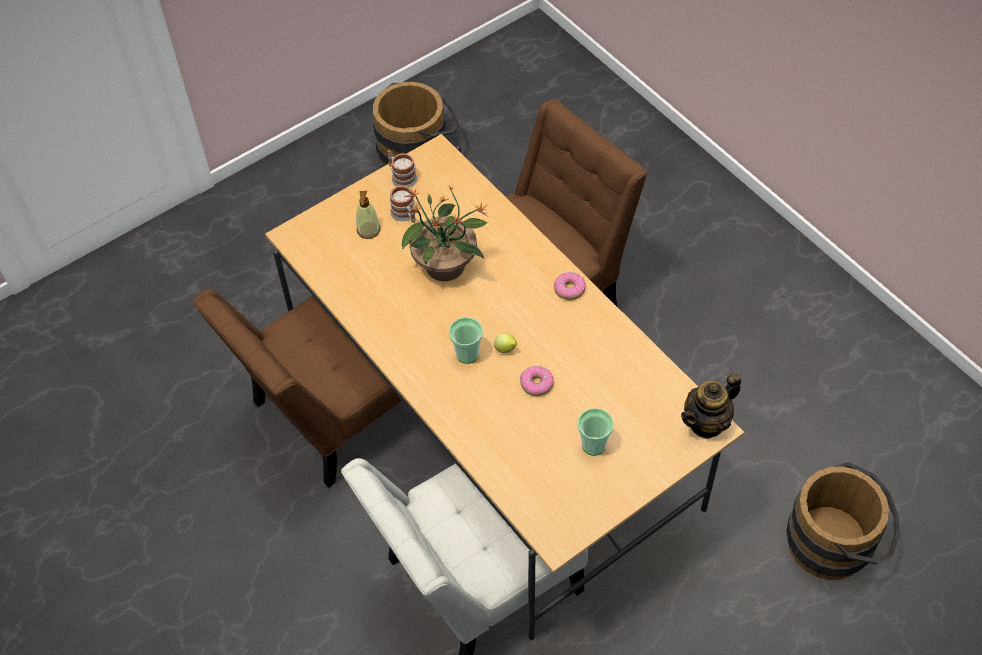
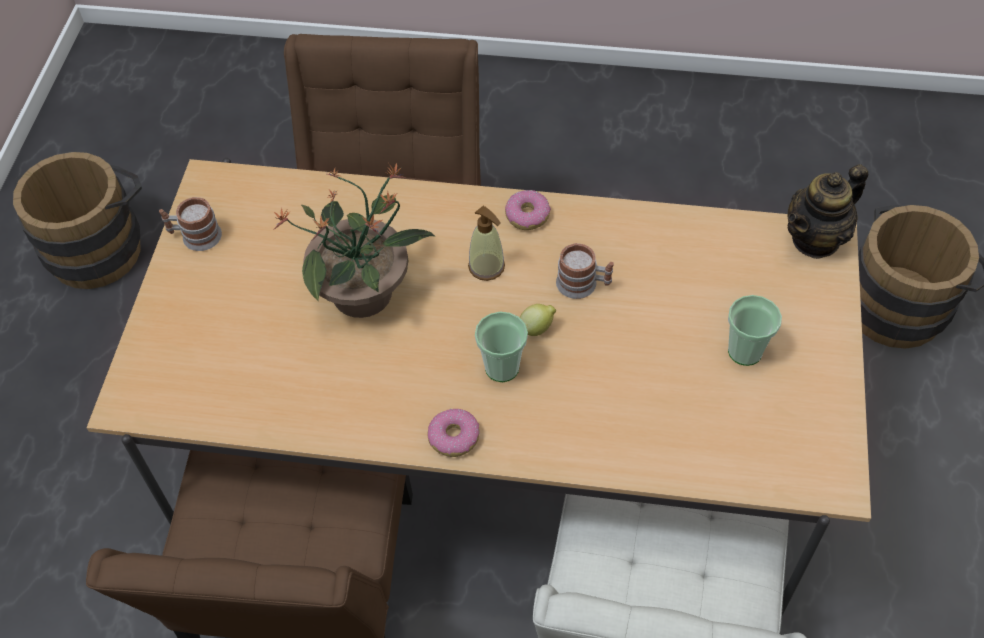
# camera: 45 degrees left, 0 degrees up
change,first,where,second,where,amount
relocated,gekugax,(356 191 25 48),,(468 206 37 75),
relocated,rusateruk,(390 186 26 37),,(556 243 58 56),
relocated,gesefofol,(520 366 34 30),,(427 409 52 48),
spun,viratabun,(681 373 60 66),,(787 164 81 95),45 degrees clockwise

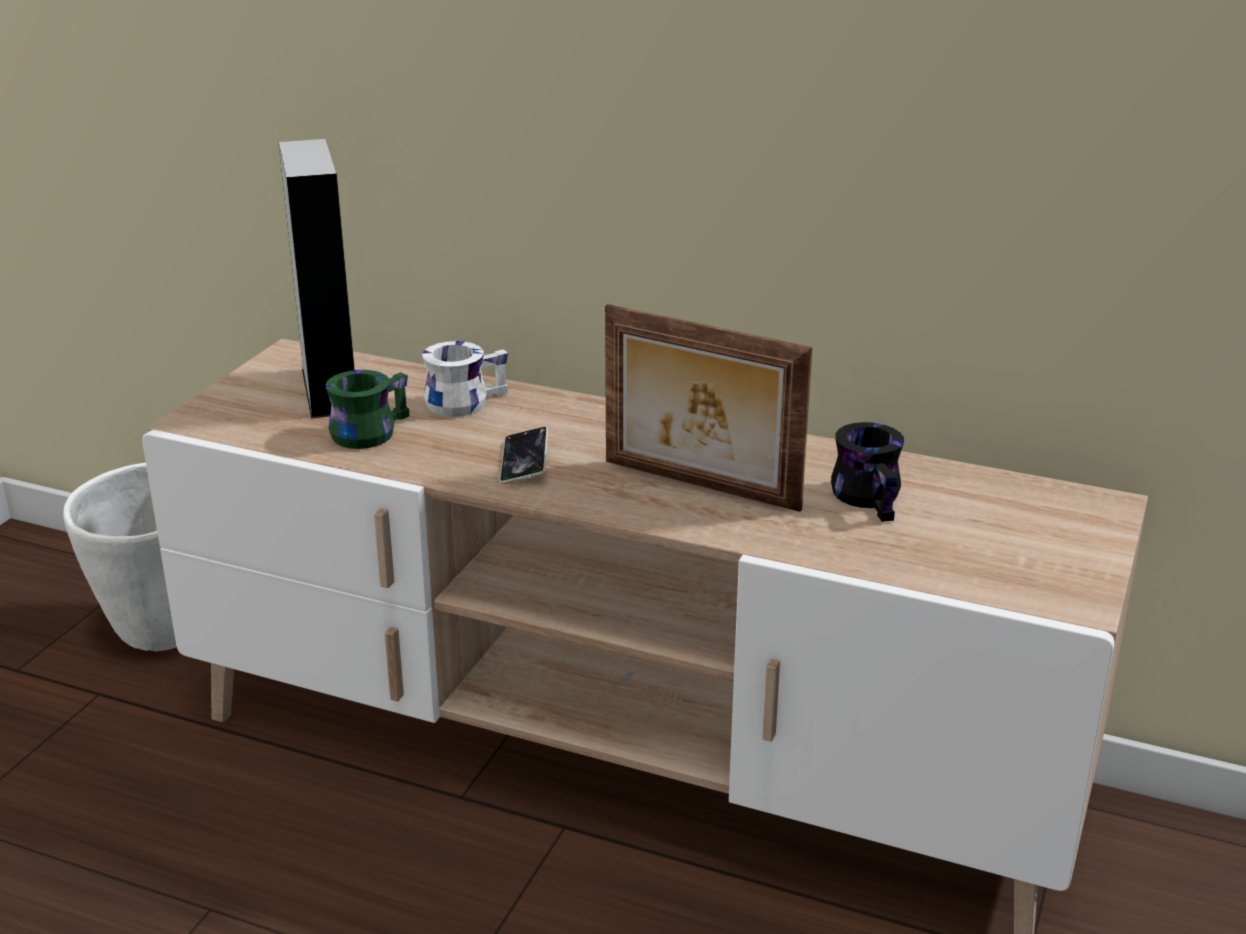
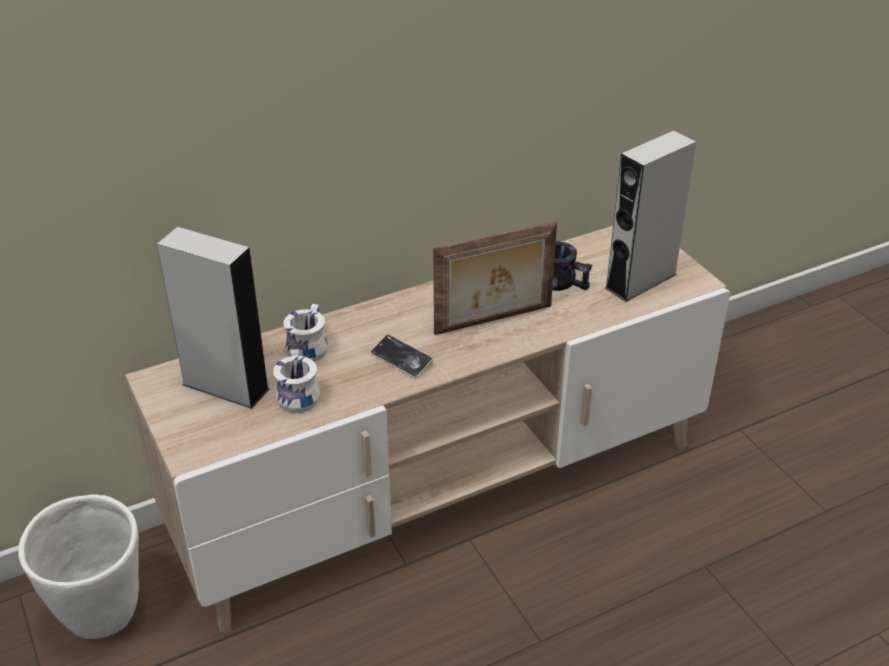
# camera: 50 degrees left, 10 degrees up
change,first,where,second,where,amount
colour,green_rusateruk,(326 370 83 79),white_rusateruk,(273 349 47 64),
appeared,,,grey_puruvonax,(605 130 91 172),

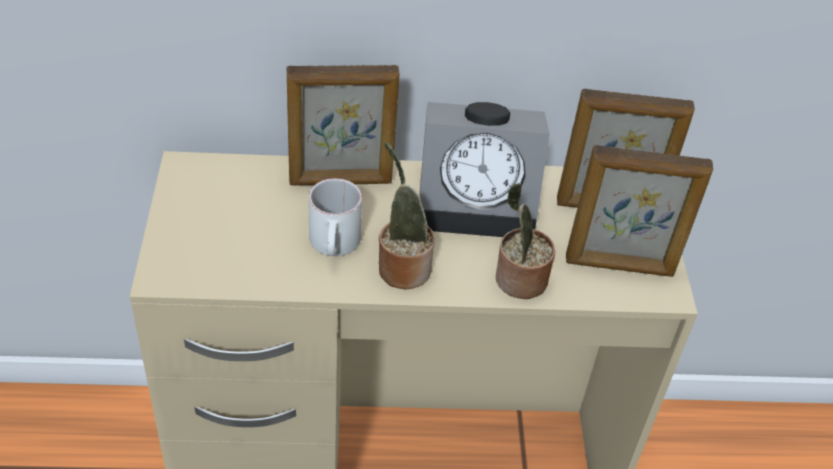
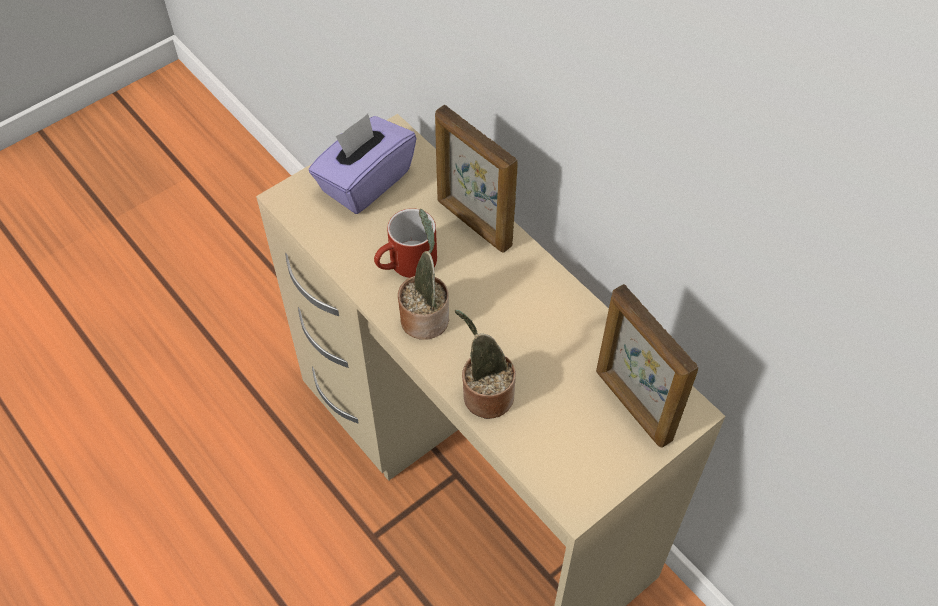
# camera: 55 degrees right, 10 degrees up
change,first,where,second,where,amount
colour,white_rusateruk,(308 178 54 78),red_rusateruk,(374 208 63 70),
missing,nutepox,(419 102 131 135),,,
missing,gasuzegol,(566 145 147 132),,,
appeared,,,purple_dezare,(309 114 108 100),

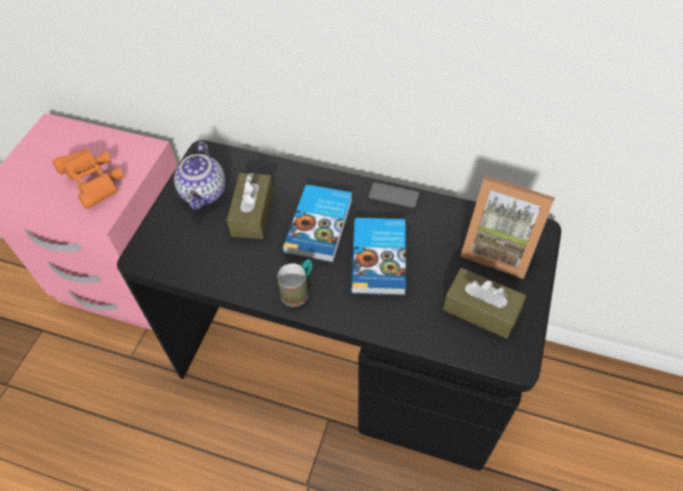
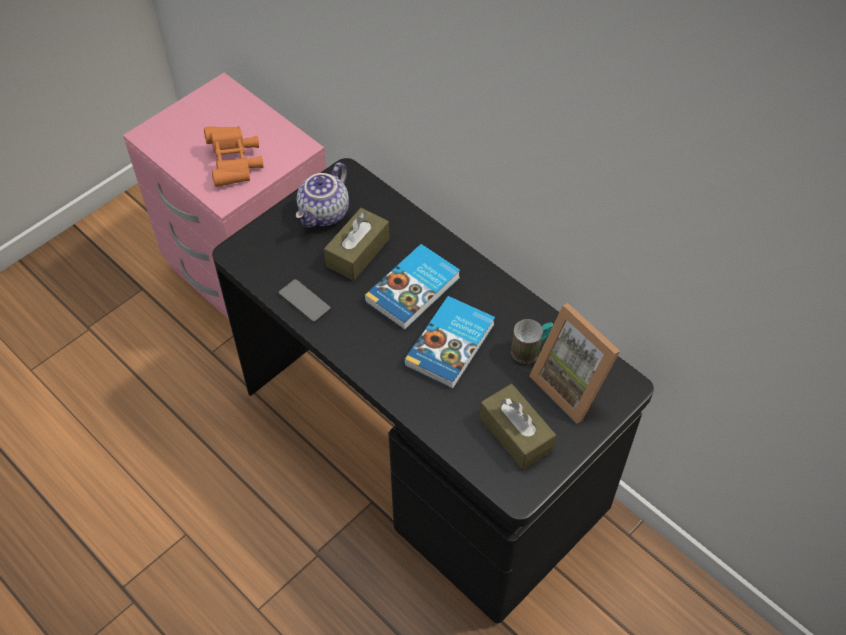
# camera: 25 degrees right, 0 degrees up
change,first,where,second,where,amount
relocated,rusateruk,(277 259 36 48),,(511 319 42 45),
relocated,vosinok,(368 182 52 27),,(278 279 53 44),

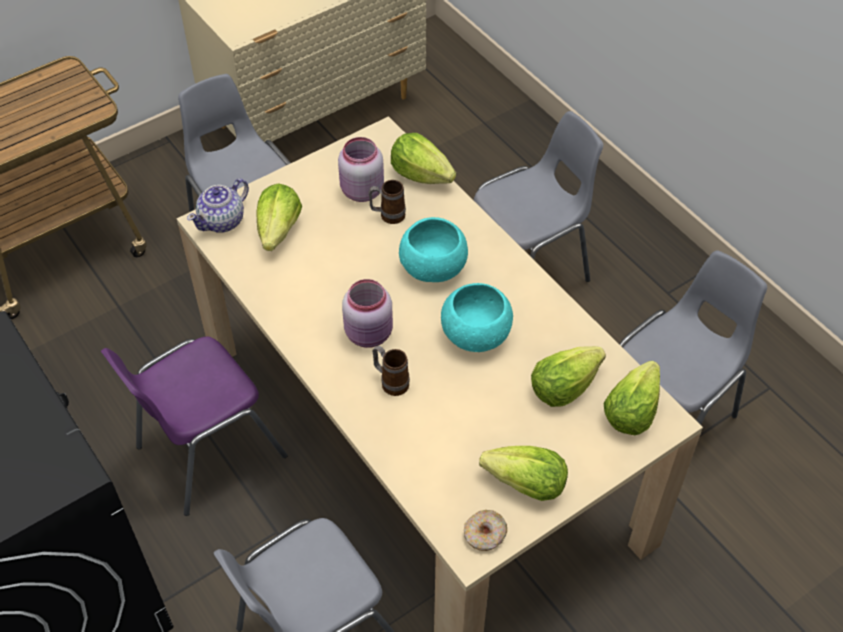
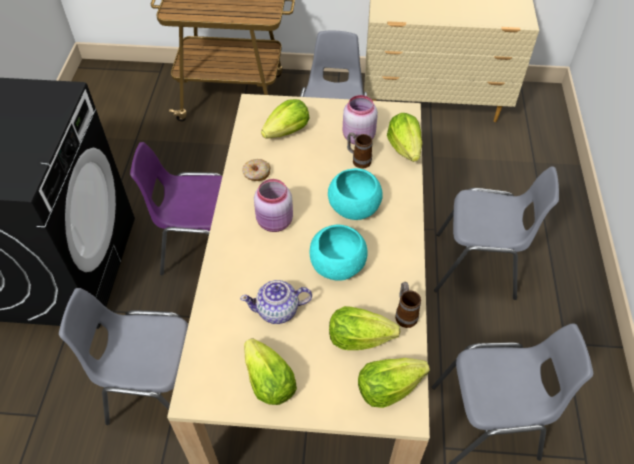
# camera: 40 degrees right, 0 degrees up
change,first,where,second,where,amount
relocated,viratabun,(187 179 62 54),,(240 280 72 44),
relocated,rusateruk,(372 346 38 50),,(395 282 26 46),
relocated,gesefofol,(464 510 43 41),,(242 159 29 22),

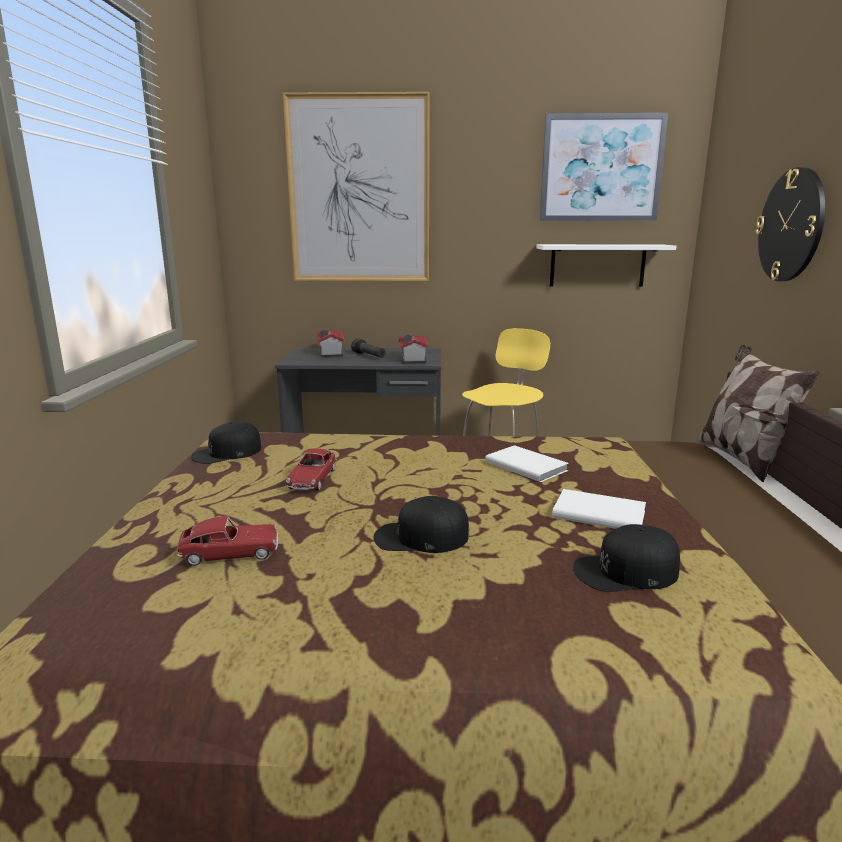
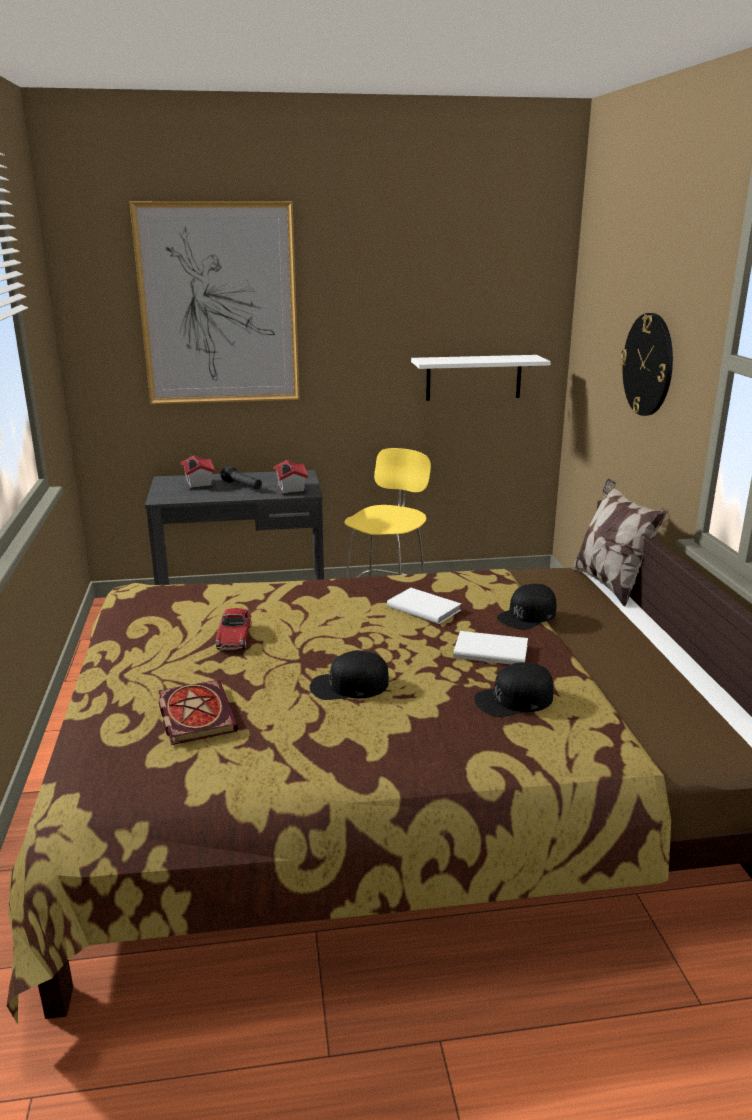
# camera: 10 degrees left, 5 degrees up
change,first,where,second,where,amount
exchanged,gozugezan,(177 516 101 50),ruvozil,(158 680 80 65),
relocated,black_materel,(191 422 70 42),,(497 584 59 45),
missing,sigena,(540 113 129 108),,,

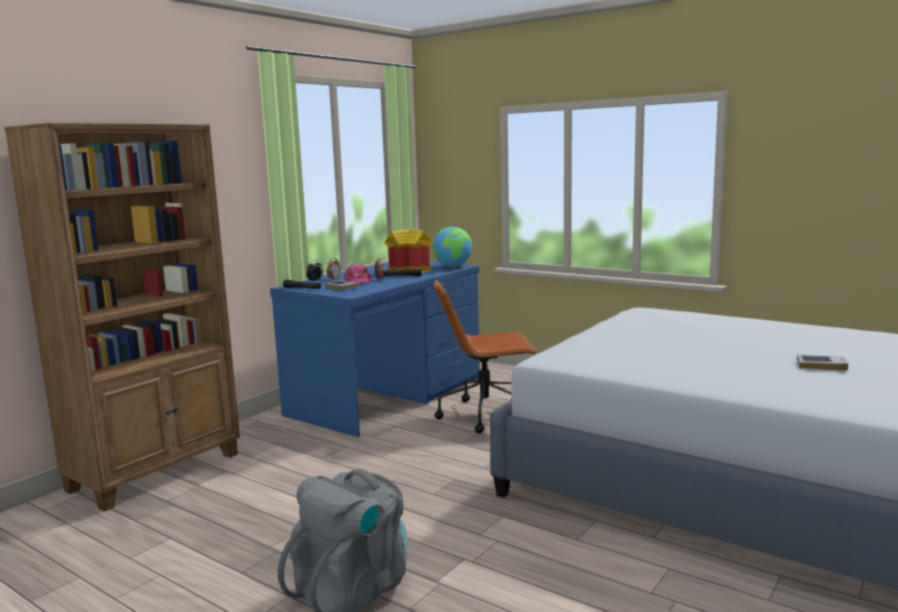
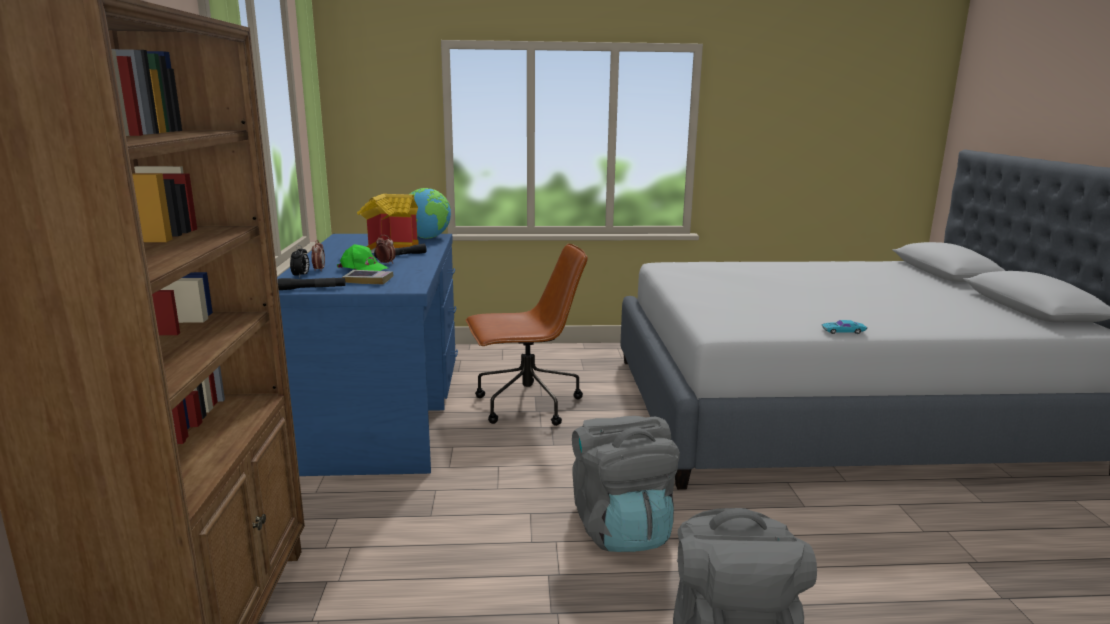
# camera: 40 degrees left, 5 degrees up
change,first,where,second,where,amount
colour,pink_materel,(344 263 28 20),green_materel,(337 244 52 27),
spun,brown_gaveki,(434 280 104 153),,(466 244 122 182),150 degrees counterclockwise
missing,ruvozil,(797 354 52 17),,,
appeared,,,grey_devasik,(572 416 108 136),
appeared,,,turquoise_gozugezan,(822 320 45 14),

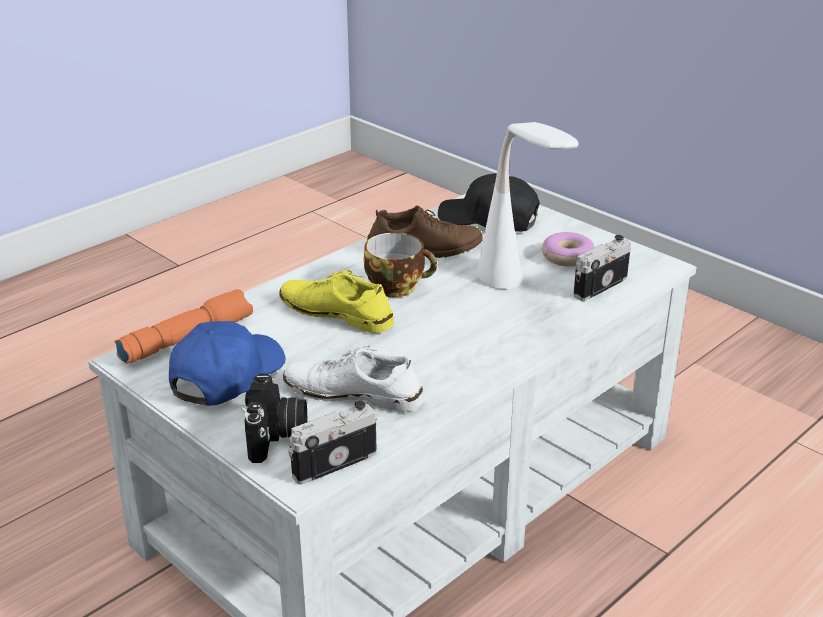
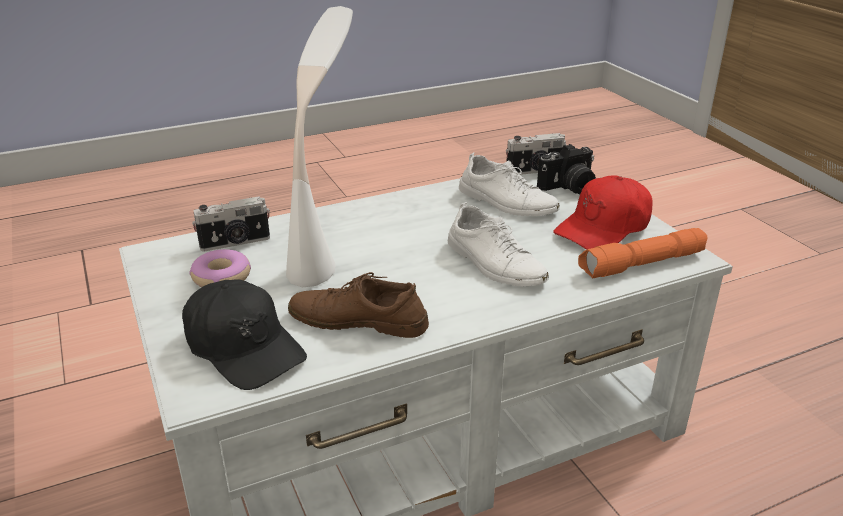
# camera: 160 degrees left, 0 degrees up
change,first,where,second,where,amount
colour,blue_materel,(169 321 116 85),red_materel,(553 175 99 75),
spun,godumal,(242 373 65 90),,(537 144 59 50),135 degrees counterclockwise
colour,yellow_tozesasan,(279 270 115 63),white_tozesasan,(448 202 101 84),
missing,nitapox,(364 232 73 65),,,

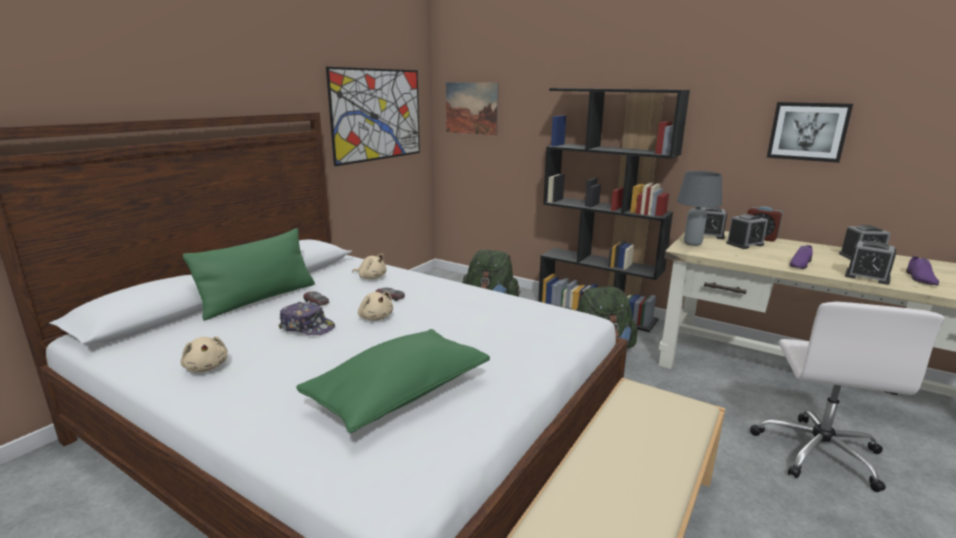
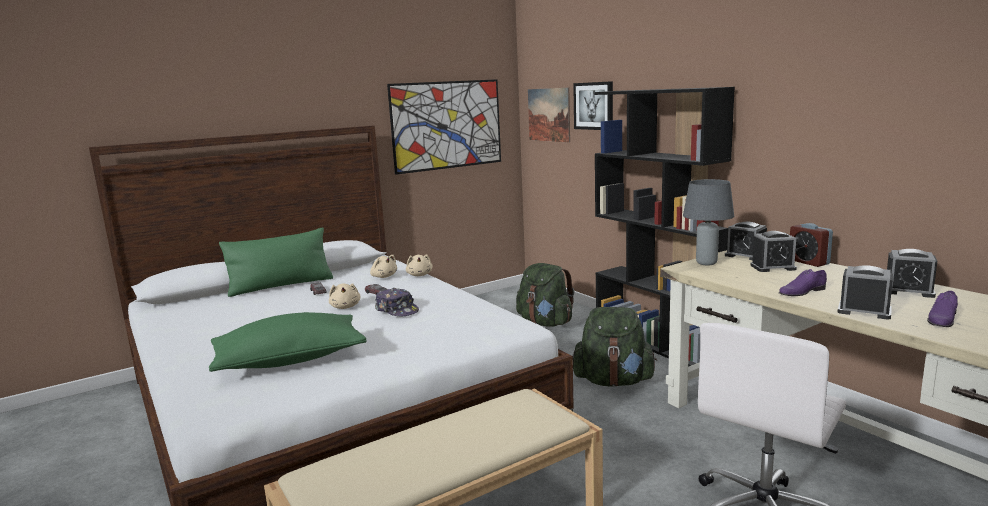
# camera: 25 degrees right, 5 degrees down
change,first,where,second,where,amount
relocated,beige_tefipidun,(180 336 48 36),,(406 254 27 22),
relocated,materel,(278 301 57 34),,(375 288 44 28),
relocated,sigena,(767 102 86 61),,(573 81 40 49),
spun,nutepox,(845 241 51 44),,(838 265 55 55),150 degrees clockwise

